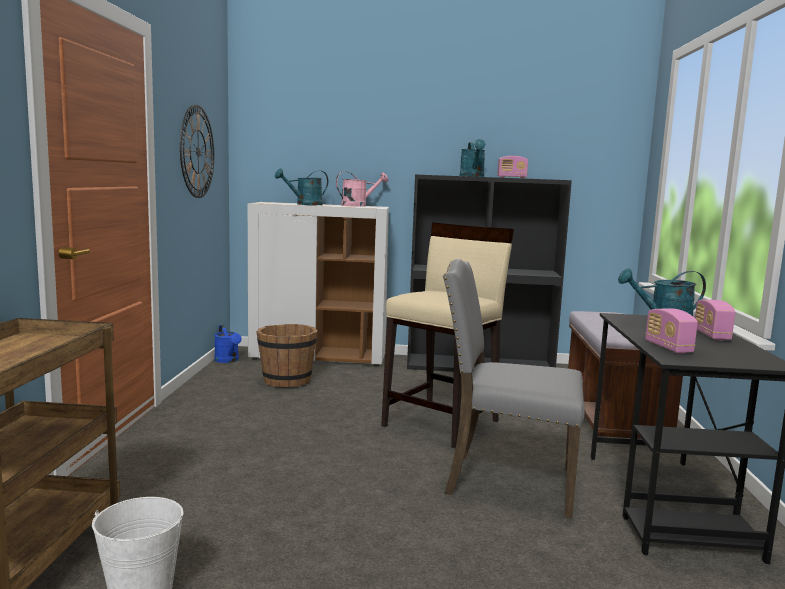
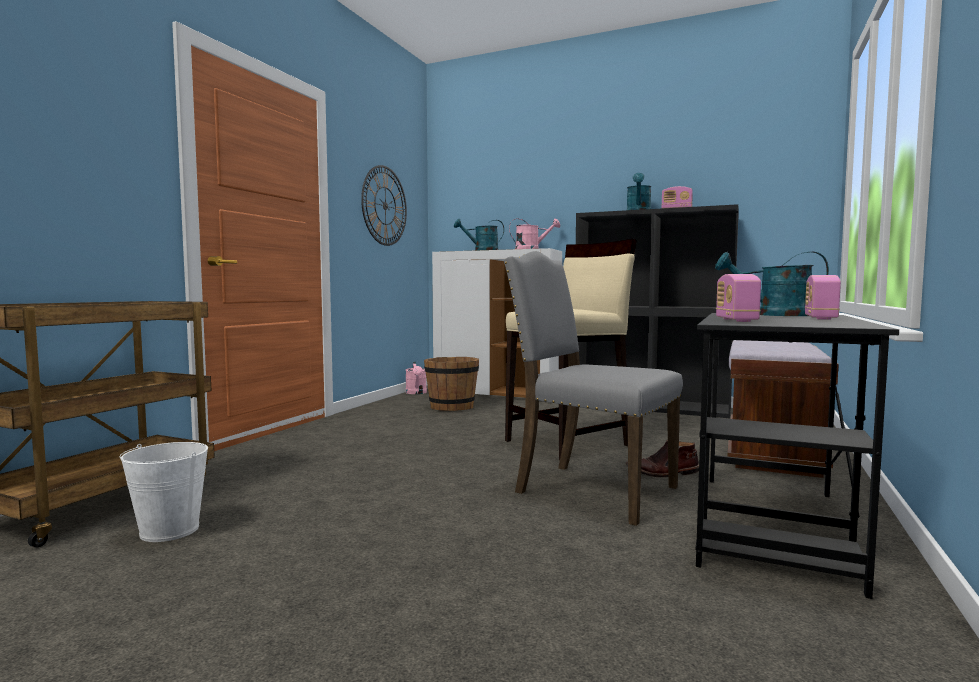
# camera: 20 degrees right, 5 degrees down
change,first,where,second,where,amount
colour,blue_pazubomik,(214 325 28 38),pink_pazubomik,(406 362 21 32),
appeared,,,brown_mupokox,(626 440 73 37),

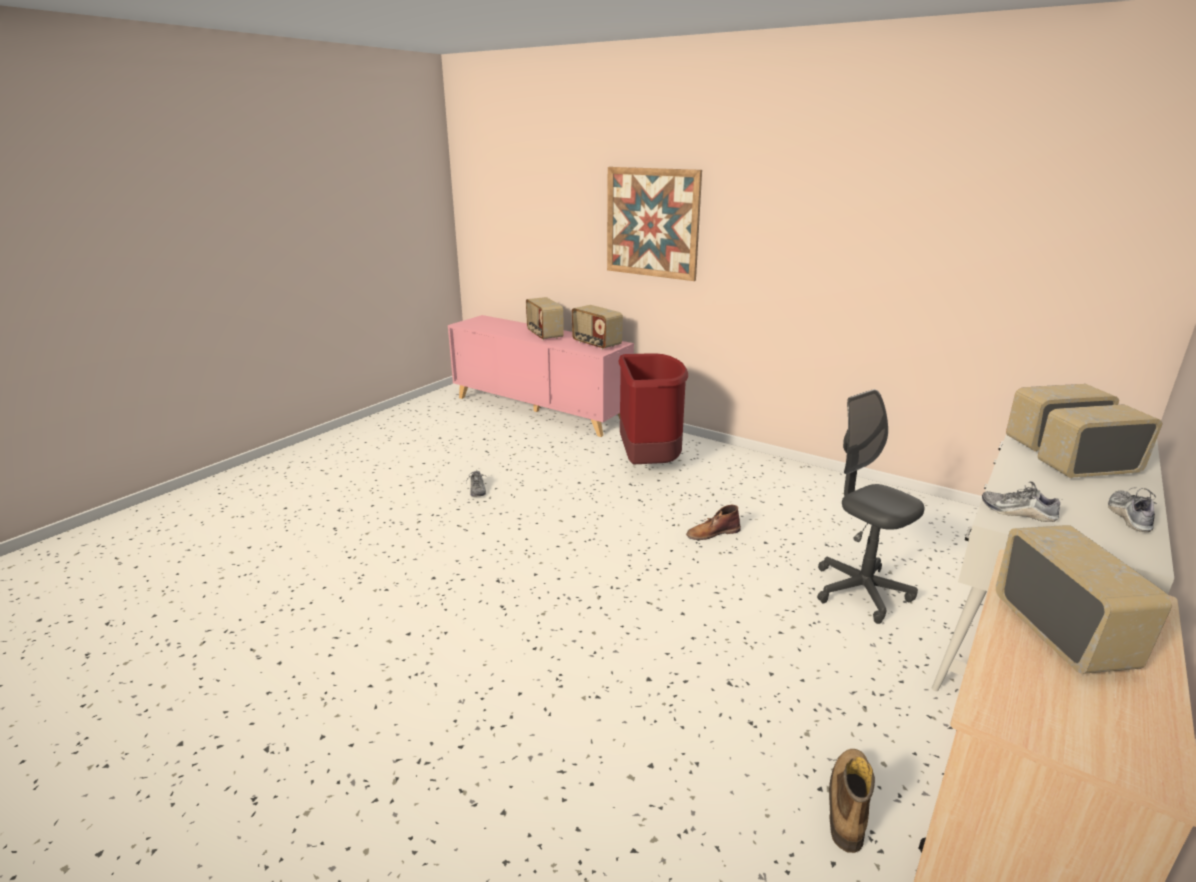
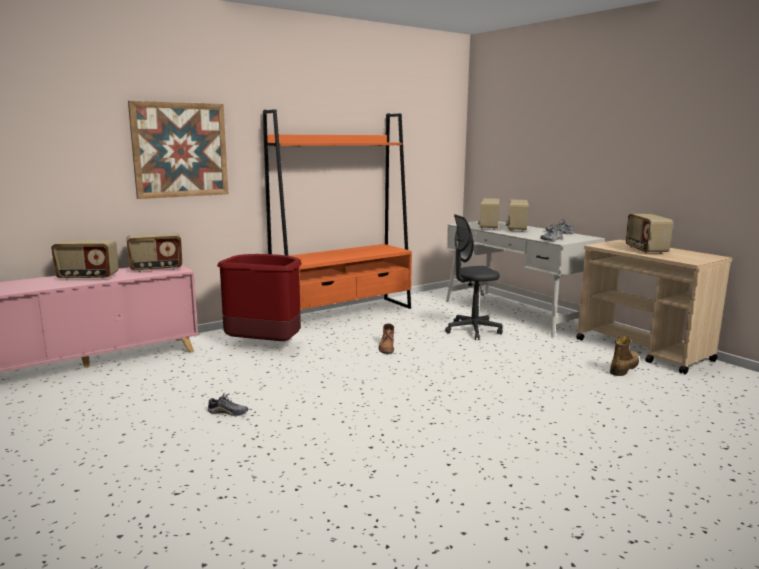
# camera: 70 degrees left, 10 degrees down
change,first,where,second,where,amount
spun,mupokox,(829 749 46 104),,(610 336 29 40),90 degrees clockwise
spun,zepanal,(996 525 176 149),,(626 214 47 40),105 degrees counterclockwise
appeared,,,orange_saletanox,(263 109 149 201),

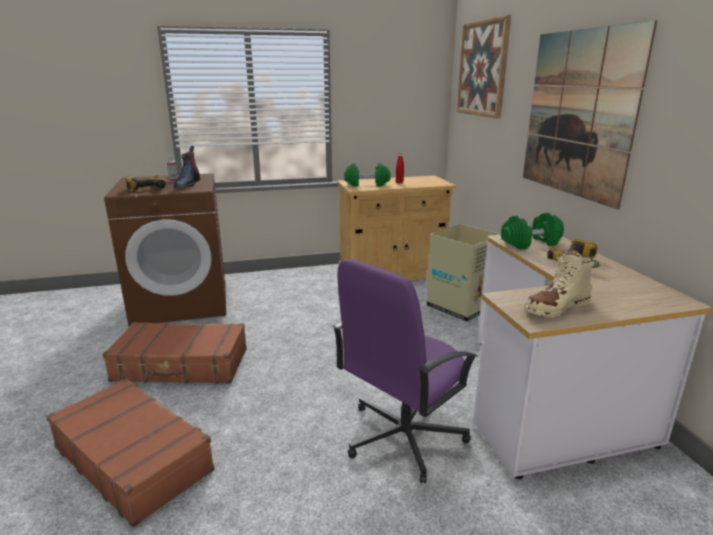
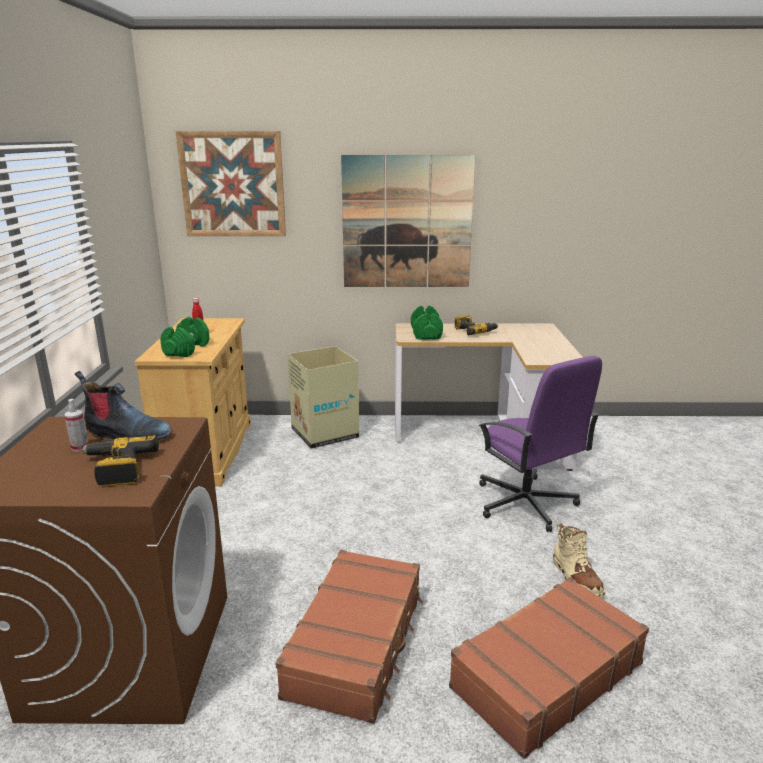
# camera: 75 degrees left, 0 degrees up
change,first,where,second,where,amount
relocated,beige_mupokox,(524 251 71 67),,(553 523 52 75),

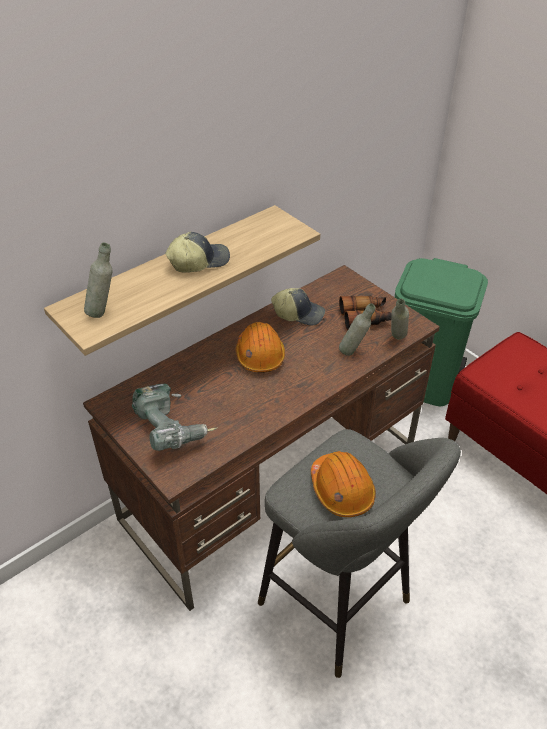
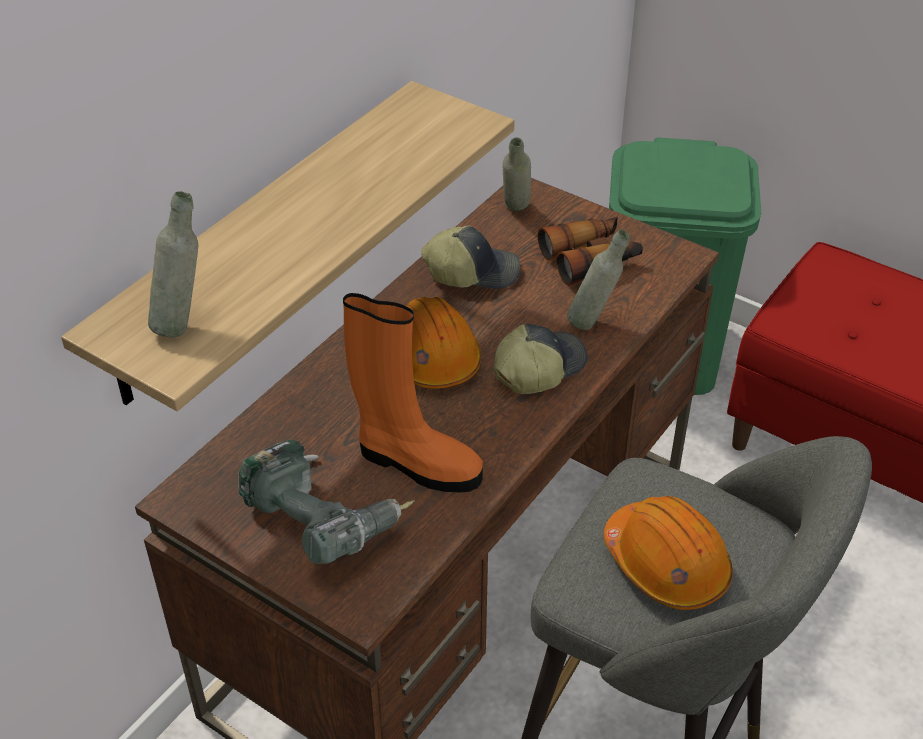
# camera: 15 degrees left, 0 degrees up
change,first,where,second,where,amount
relocated,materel,(165 232 65 40),,(494 324 94 70),
relocated,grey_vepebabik,(391 299 18 40),,(502 137 29 74),
appeared,,,orange_mupokox,(343 293 140 199),

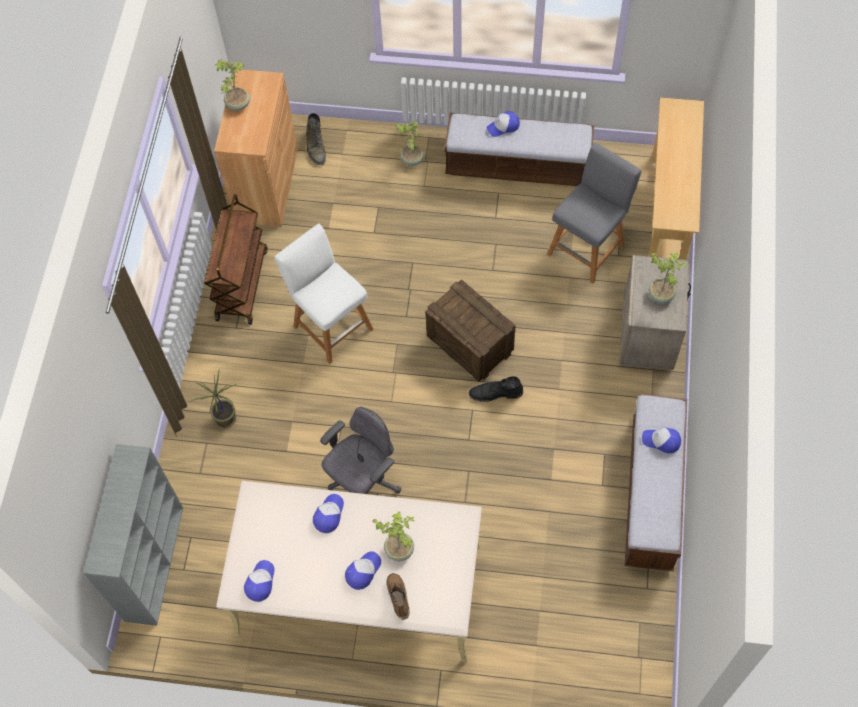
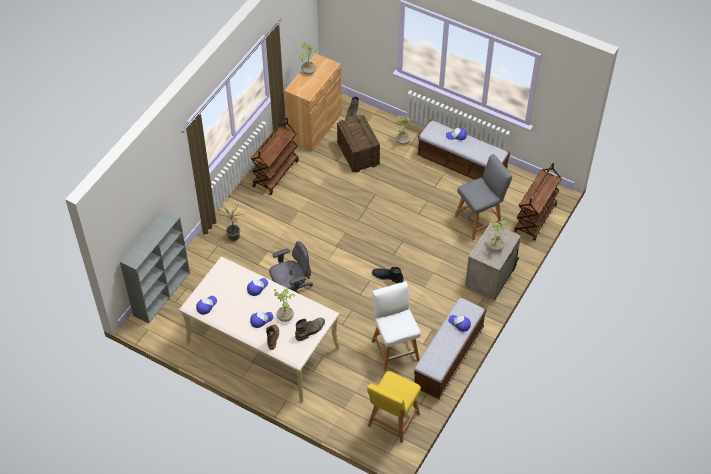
# camera: 20 degrees right, 10 degrees down
change,first,where,second,where,amount
relocated,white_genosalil,(274 224 100 140),,(372 282 49 89),
relocated,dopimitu,(425 279 91 103),,(337 115 43 58),
exchanged,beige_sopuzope,(648 97 56 163),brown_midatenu,(514 163 48 78),
appeared,,,green_mupokox,(295 318 30 23),
appeared,,,yellow_genosalil,(367 371 54 72),

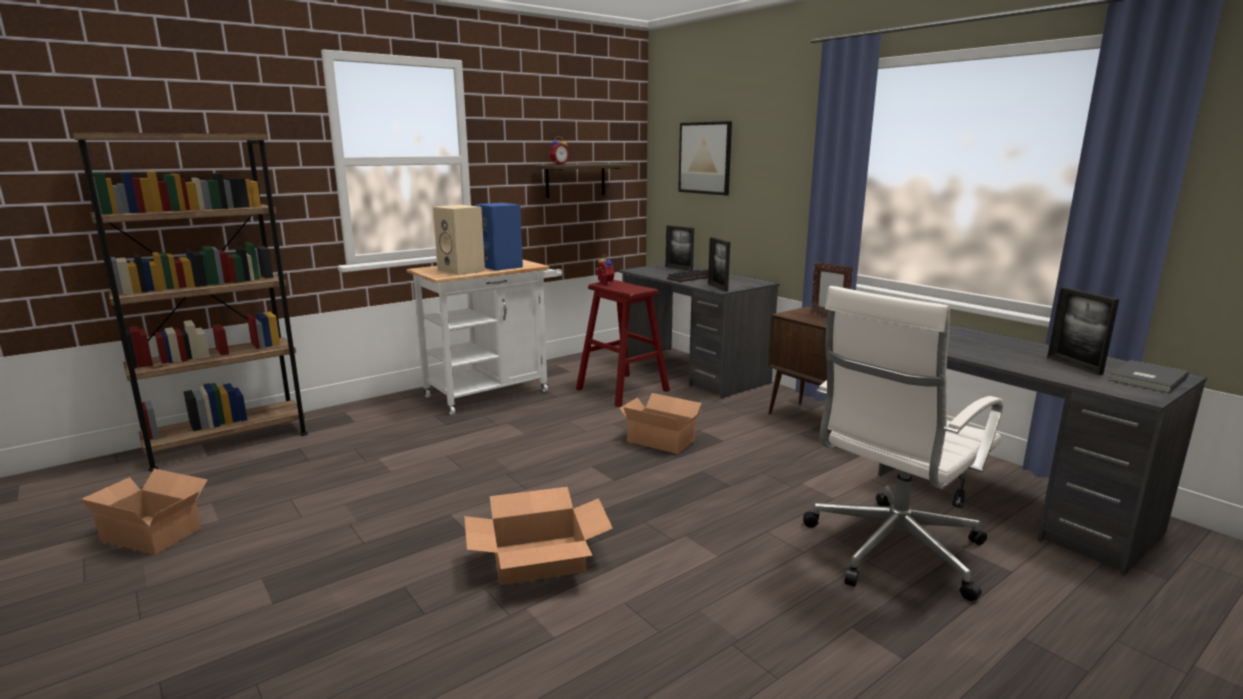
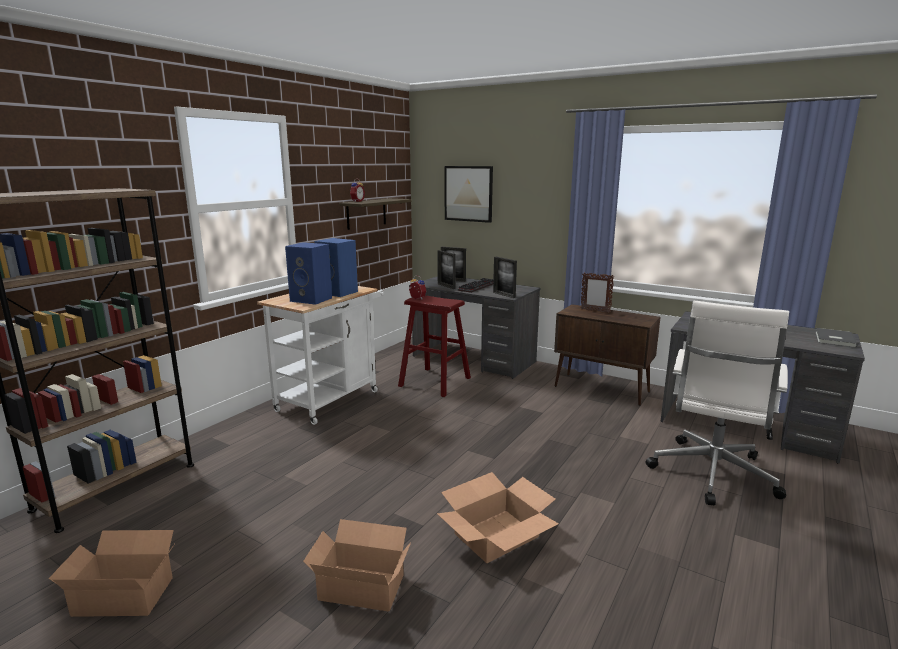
# camera: 20 degrees left, 0 degrees up
change,first,where,second,where,amount
colour,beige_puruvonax,(433 205 52 71),blue_puruvonax,(285 242 47 63),
relocated,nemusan,(619 393 83 61),,(303 519 108 93),
relocated,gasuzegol,(1047 287 72 88),,(437 250 19 39),

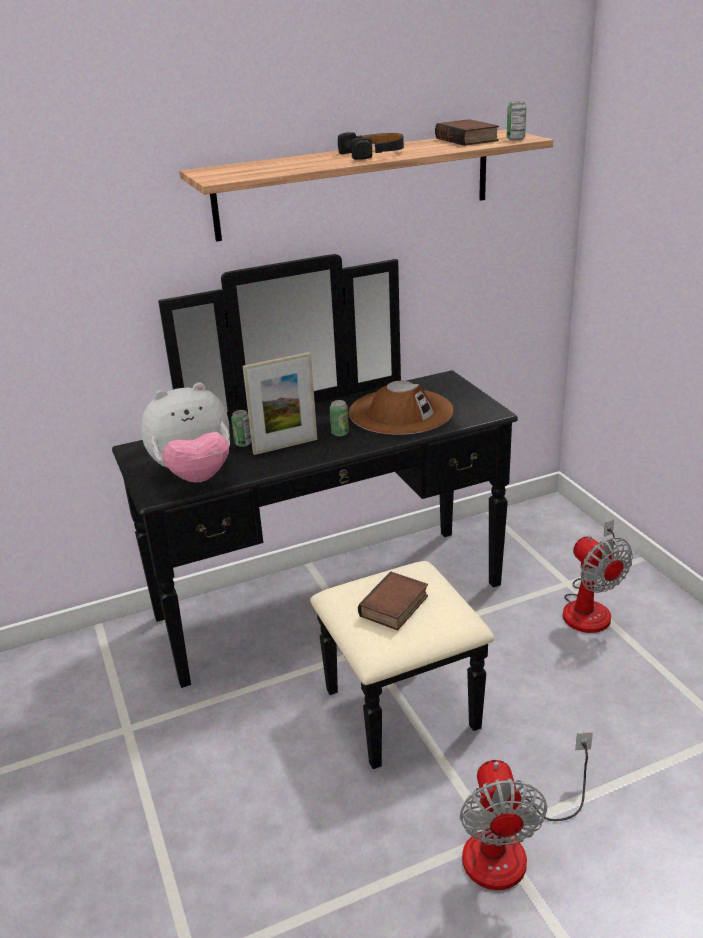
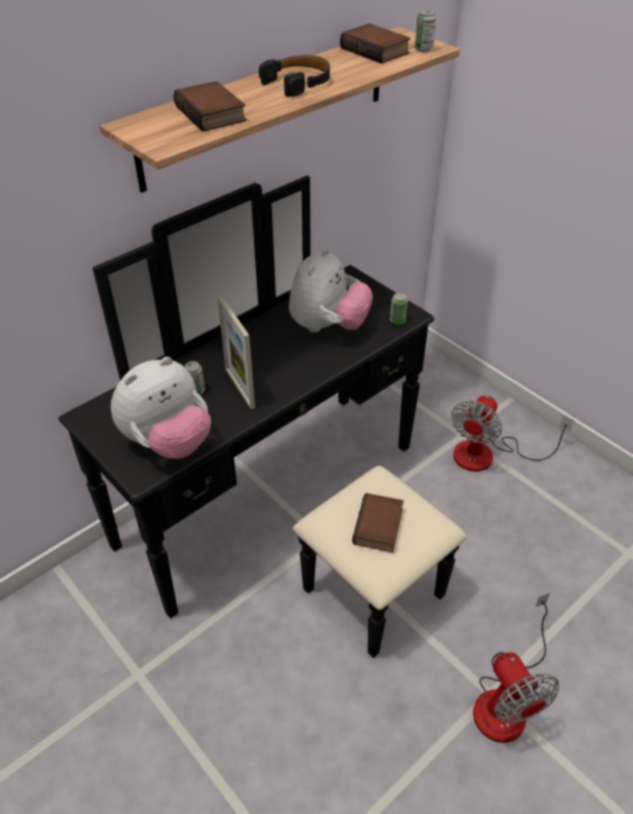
# camera: 20 degrees left, 15 degrees up
change,first,where,second,where,amount
spun,gasuzegol,(243 352 74 103),,(217 296 38 113),105 degrees clockwise
relocated,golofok,(330 400 19 37),,(390 292 18 33),
exchanged,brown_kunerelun,(349 381 104 54),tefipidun,(289 248 84 85),
spun,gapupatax,(563 519 70 114),,(451 395 122 77),75 degrees clockwise
appeared,,,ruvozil,(173 81 73 51),

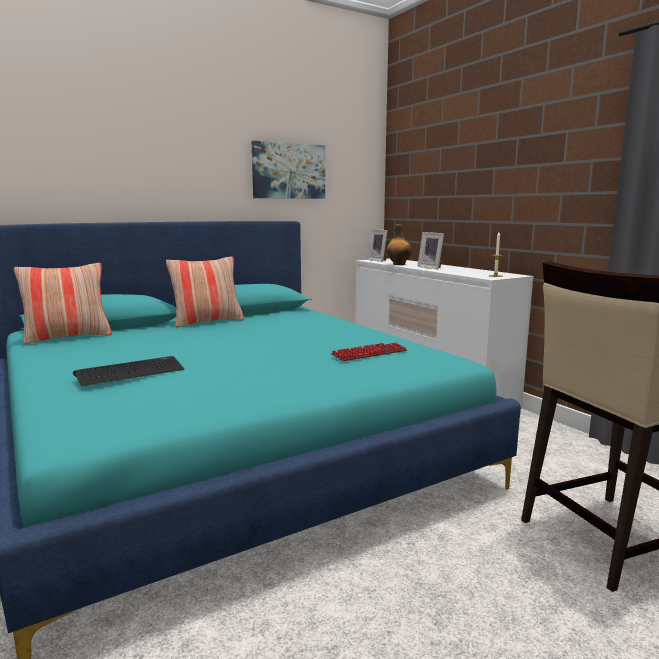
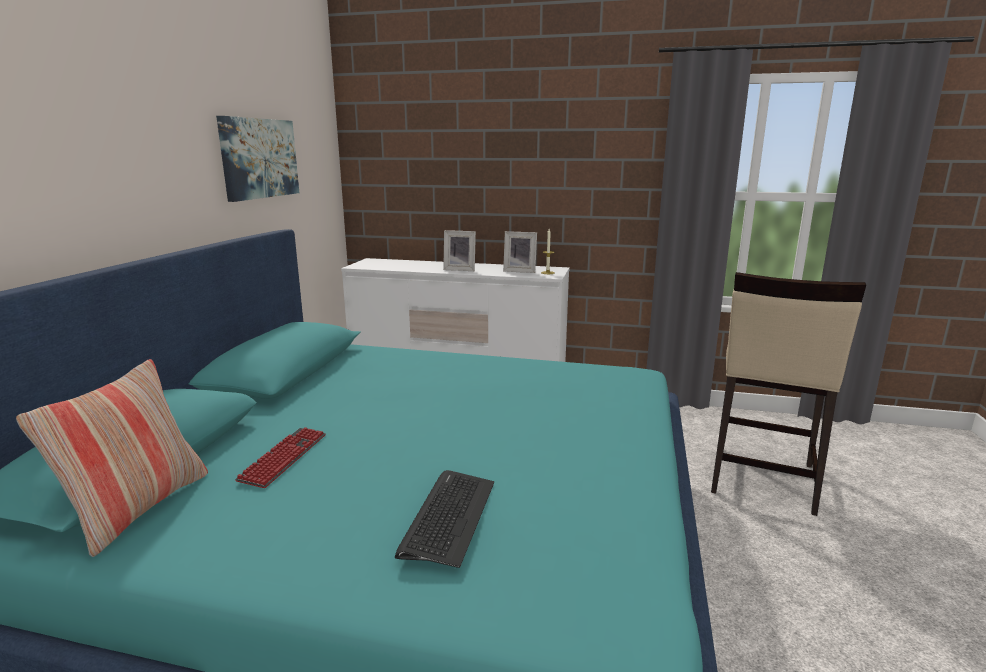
# camera: 45 degrees left, 5 degrees up
change,first,where,second,where,amount
missing,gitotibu,(166 256 78 72),,,
relocated,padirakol,(331 343 76 18),,(235 427 91 61),
relocated,gasuzegol,(367 229 21 33),,(503 231 34 42),
missing,vepebabik,(386 224 26 41),,,

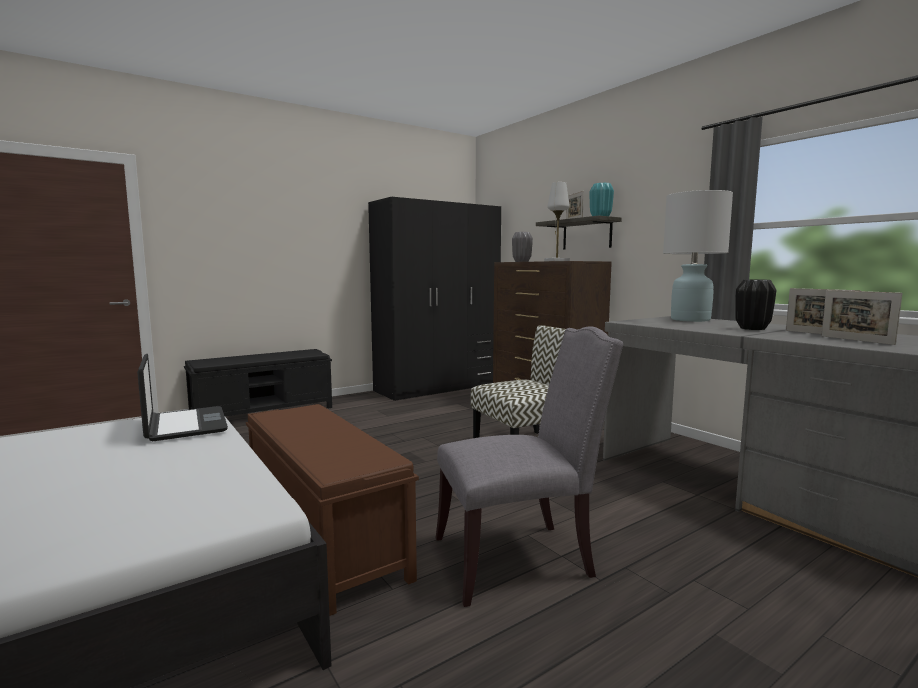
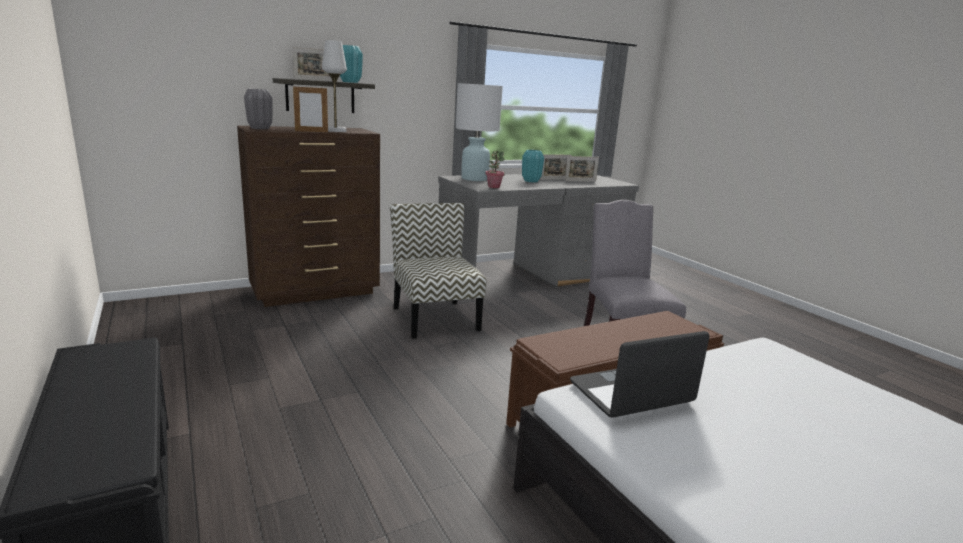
# camera: 85 degrees left, 10 degrees up
change,first,where,second,where,amount
missing,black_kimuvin,(368 197 133 204),,,
colour,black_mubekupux,(735 279 41 51),turquoise_mubekupux,(522 150 22 32),
appeared,,,gasuzegol,(293 85 35 47),
appeared,,,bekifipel,(485 151 20 37),

